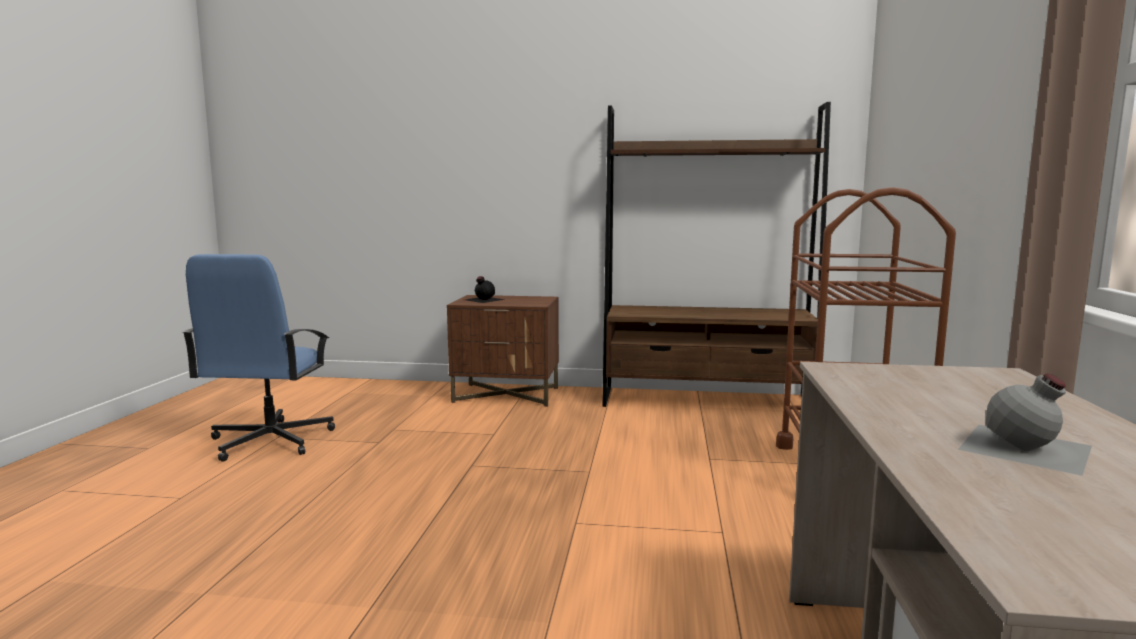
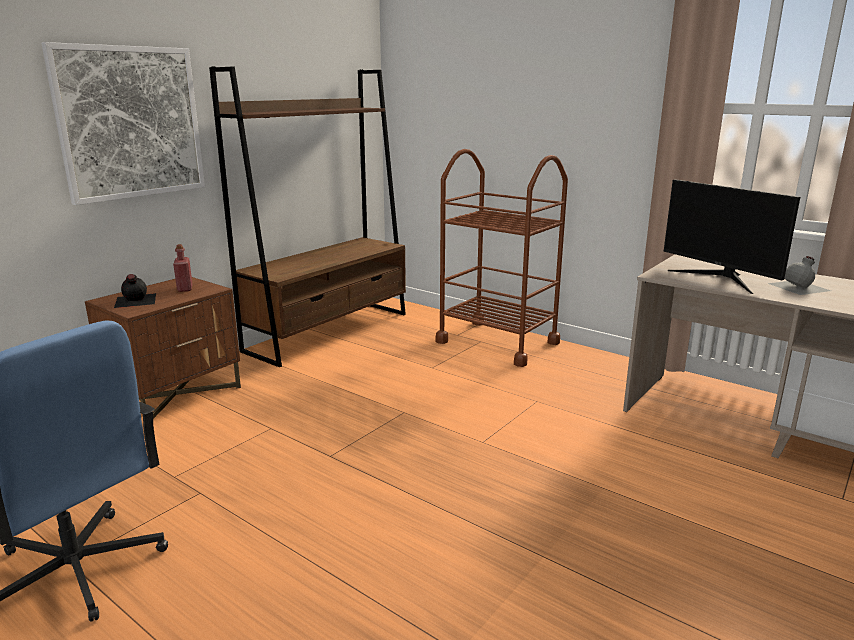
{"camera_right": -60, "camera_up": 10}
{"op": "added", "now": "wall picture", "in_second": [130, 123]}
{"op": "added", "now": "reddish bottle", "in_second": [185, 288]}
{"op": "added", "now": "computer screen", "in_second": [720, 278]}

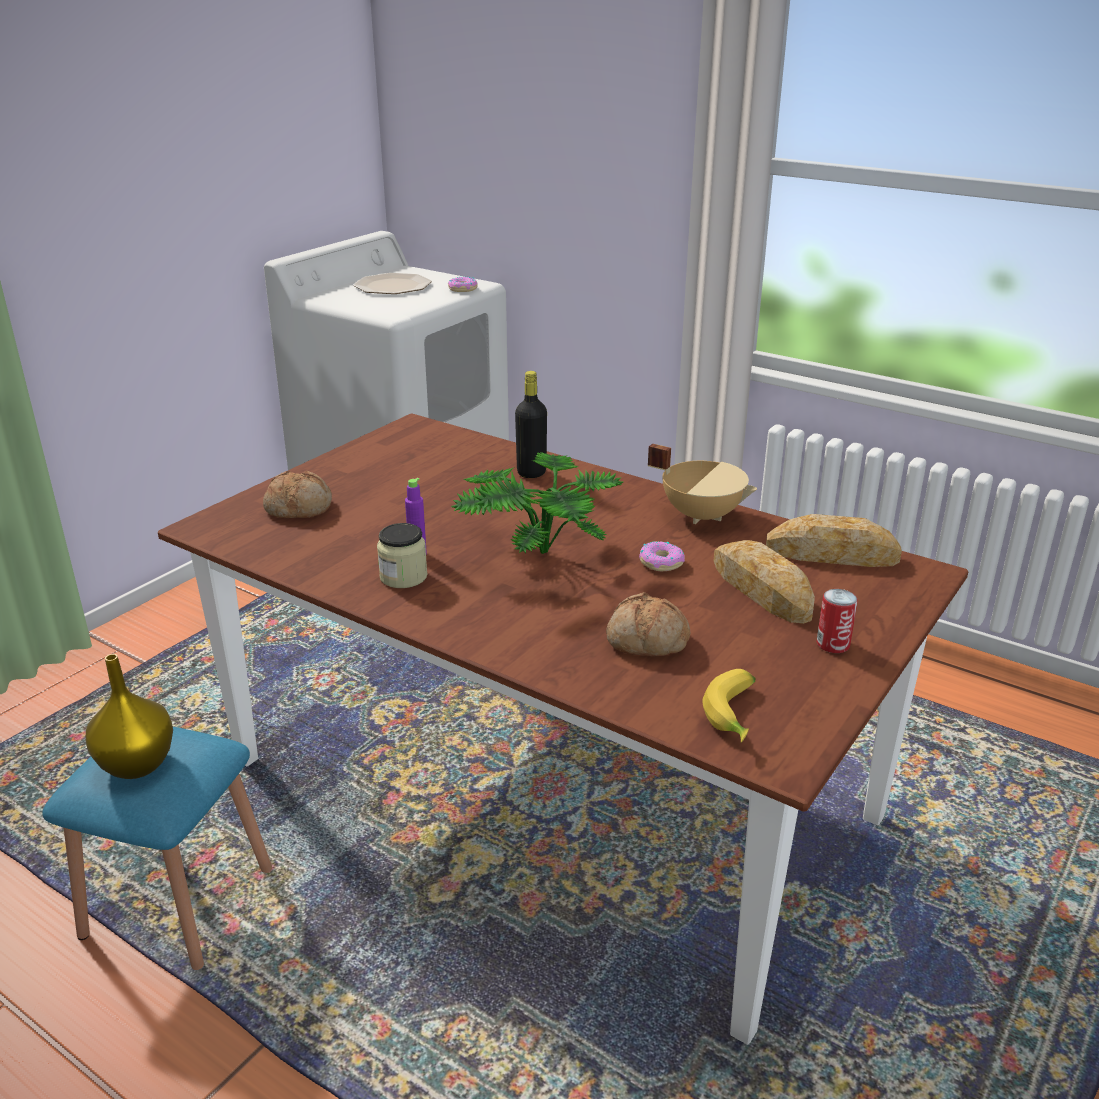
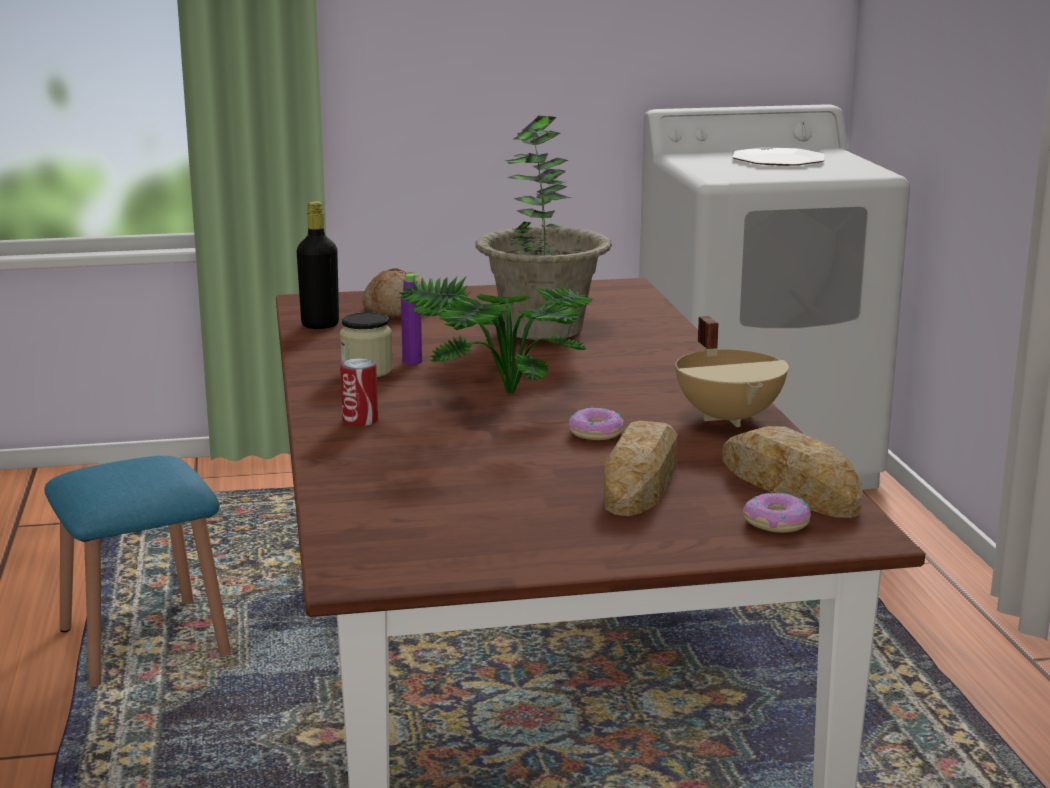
{"camera_right": 45, "camera_up": -10}
{"op": "removed", "was": "yellow decorative vase", "in_first": [135, 765]}
{"op": "removed", "was": "baked bread", "in_first": [646, 641]}
{"op": "removed", "was": "whole banana", "in_first": [737, 715]}
{"op": "added", "now": "potted plant", "in_second": [542, 329]}
{"op": "moved", "was": "donut", "in_first": [462, 289], "in_second": [776, 522]}
{"op": "moved", "was": "black-coloured bottle", "in_first": [531, 472], "in_second": [320, 325]}
{"op": "moved", "was": "metal can", "in_first": [833, 644], "in_second": [360, 420]}

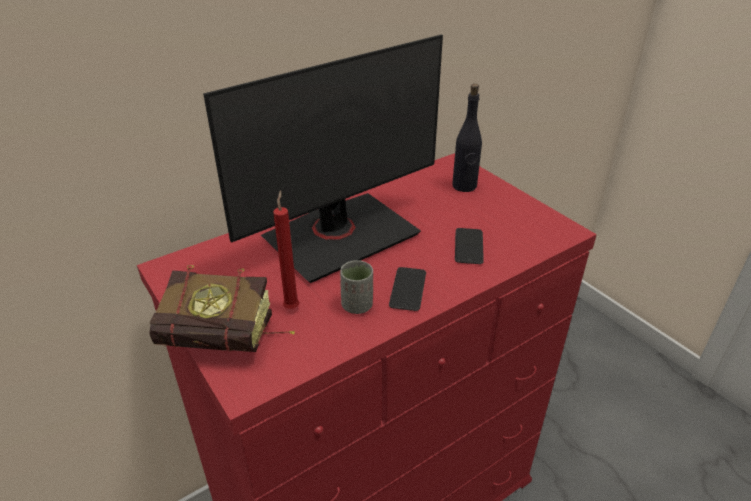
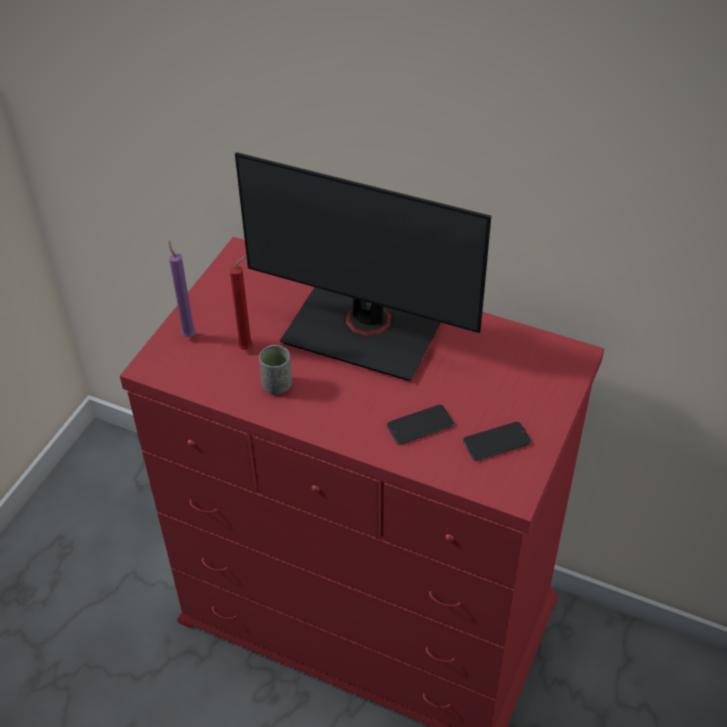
{"camera_right": 60, "camera_up": 10}
{"op": "removed", "was": "black-coloured bottle", "in_first": [464, 186]}
{"op": "moved", "was": "telephone", "in_first": [408, 289], "in_second": [496, 442]}
{"op": "replaced", "was": "bound book", "now": "purple-coloured wax candle", "in_first": [230, 341], "in_second": [188, 334]}

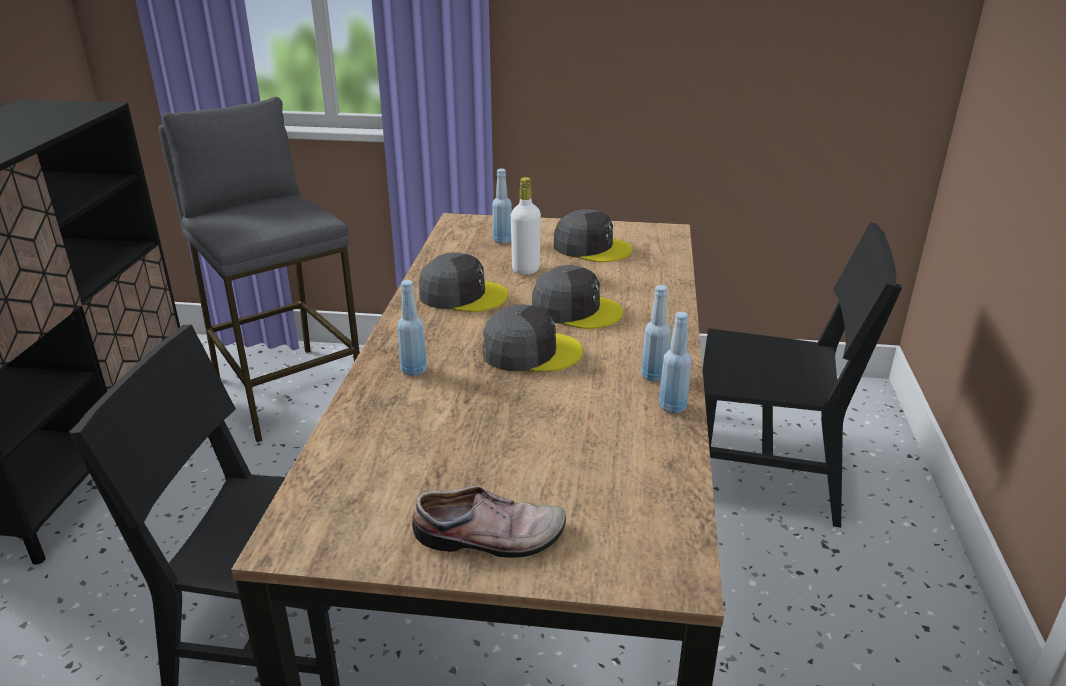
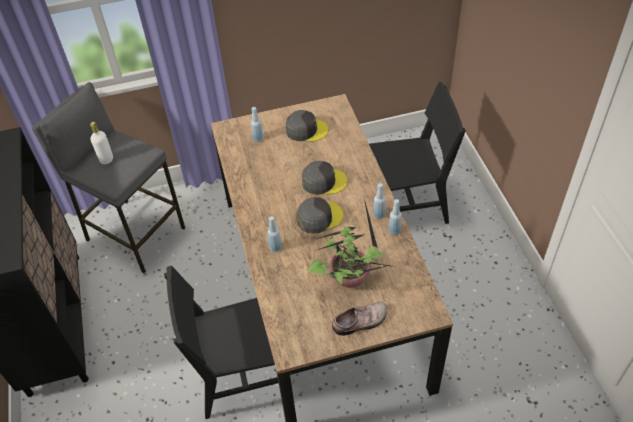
{"camera_right": -20, "camera_up": 20}
{"op": "removed", "was": "greyish cap", "in_first": [462, 295]}
{"op": "added", "now": "potted plant", "in_second": [350, 276]}
{"op": "moved", "was": "white-coloured bottle", "in_first": [525, 270], "in_second": [106, 159]}

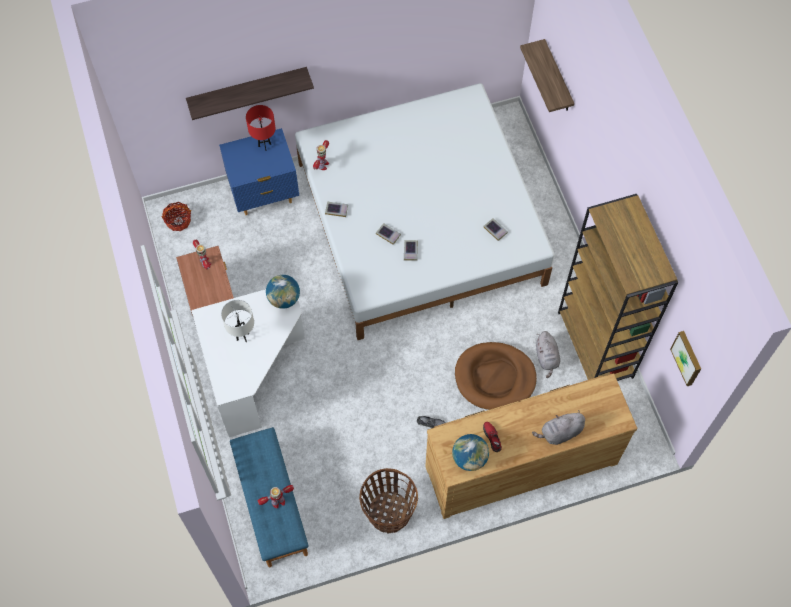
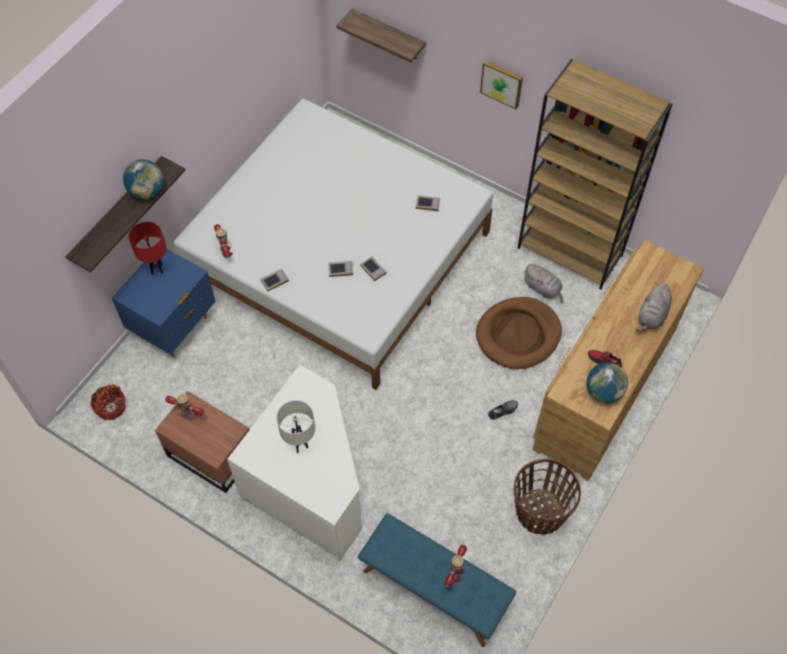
{"camera_right": -40, "camera_up": -5}
{"op": "moved", "was": "world globe", "in_first": [284, 299], "in_second": [147, 191]}
{"op": "moved", "was": "wall picture", "in_first": [687, 358], "in_second": [502, 83]}

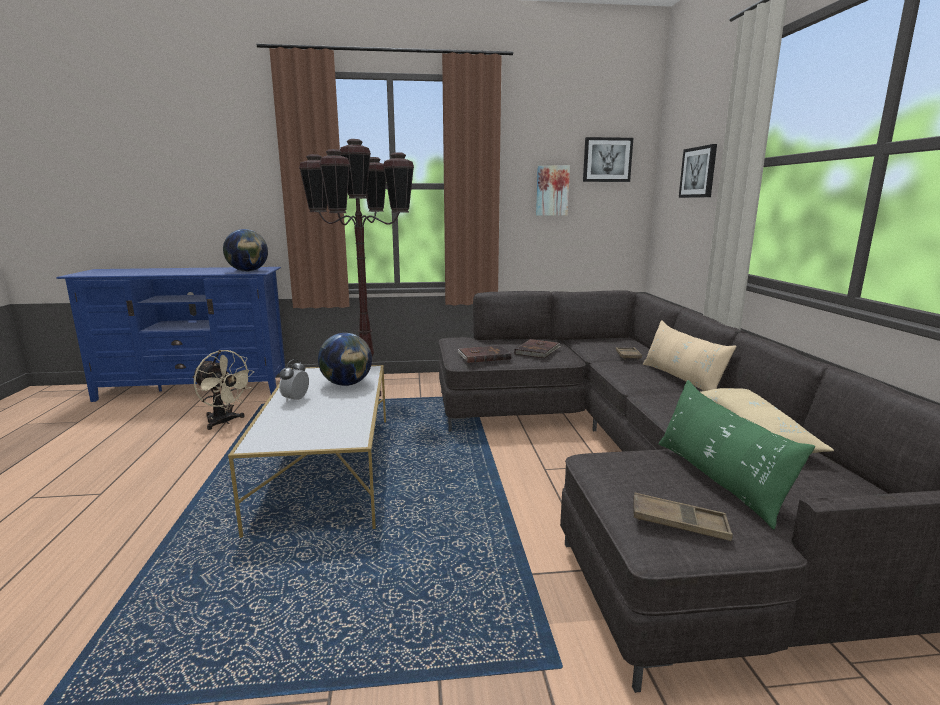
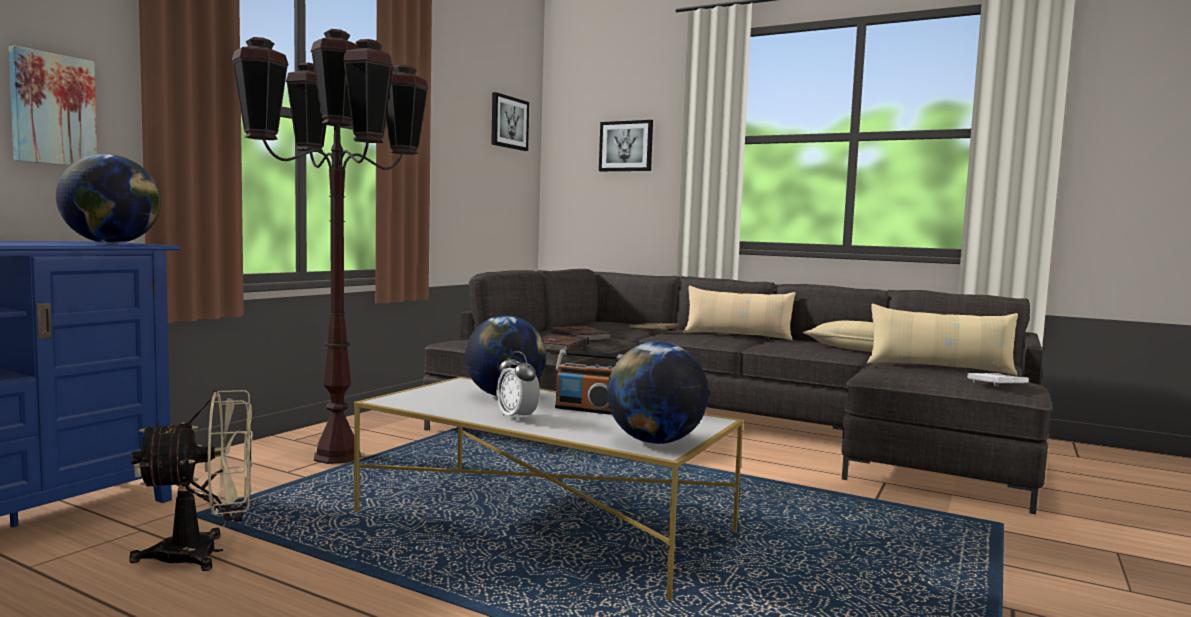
{"camera_right": -55, "camera_up": -10}
{"op": "added", "now": "radio", "in_second": [587, 409]}
{"op": "added", "now": "world globe", "in_second": [655, 442]}
{"op": "moved", "was": "wall picture", "in_first": [552, 190], "in_second": [52, 109]}
{"op": "recoloured", "was": "brown-coloured carrying tray", "now": "white-coloured carrying tray", "in_first": [679, 523], "in_second": [997, 384]}
{"op": "recoloured", "was": "greenish throw pillow", "now": "sand-coloured throw pillow", "in_first": [717, 479], "in_second": [939, 368]}

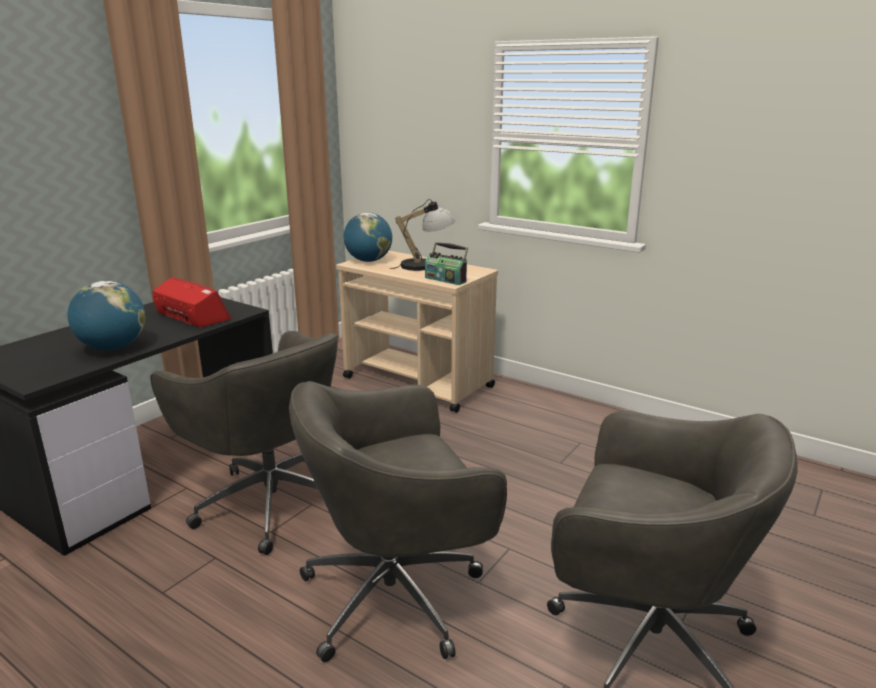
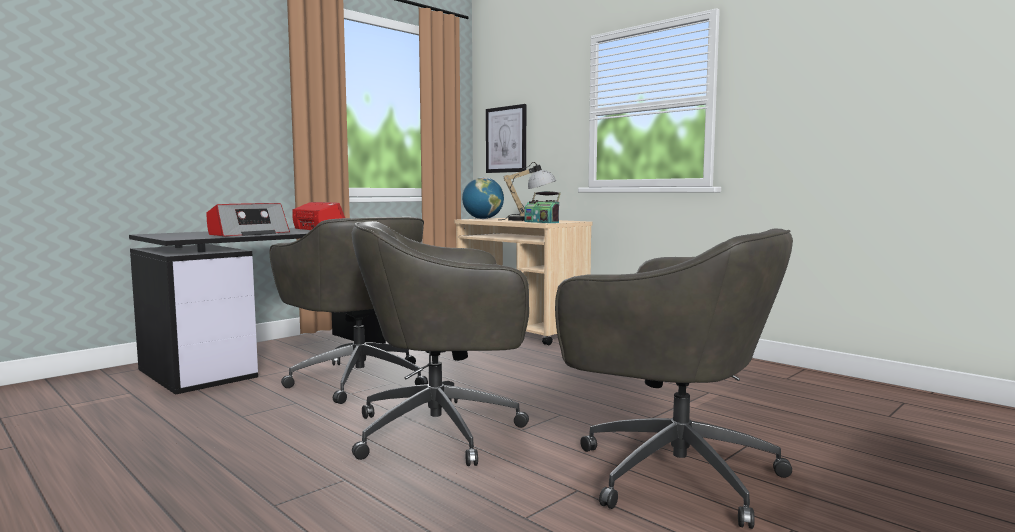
{"camera_right": 10, "camera_up": -15}
{"op": "added", "now": "wall picture", "in_second": [506, 139]}
{"op": "replaced", "was": "world globe", "now": "radio", "in_first": [113, 348], "in_second": [248, 234]}

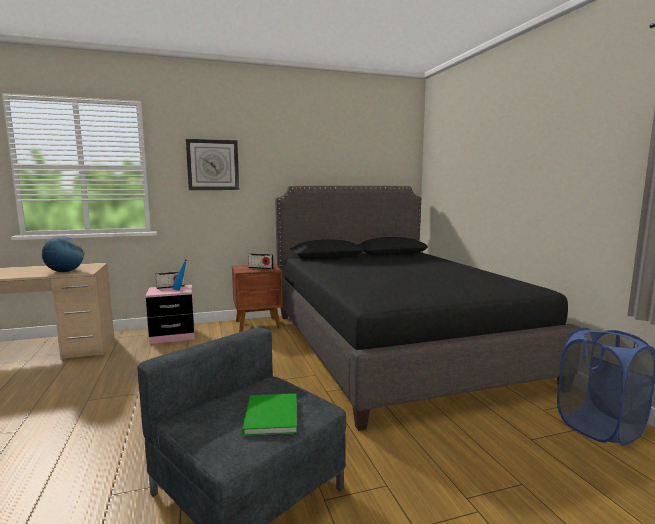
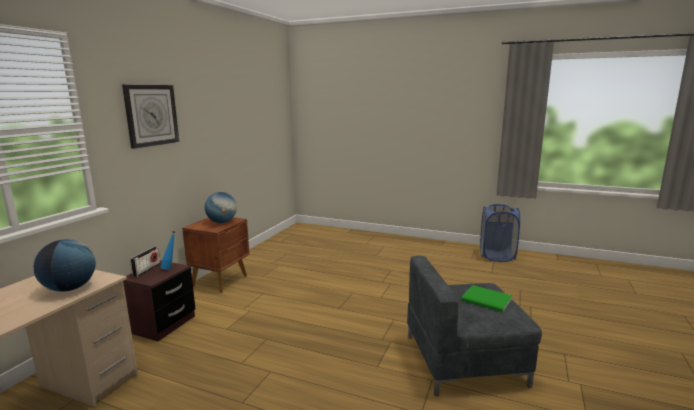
{"camera_right": -50, "camera_up": 5}
{"op": "removed", "was": "black-coloured bedroom bed", "in_first": [393, 346]}
{"op": "replaced", "was": "radio", "now": "world globe", "in_first": [260, 268], "in_second": [222, 222]}
{"op": "recoloured", "was": "pinkish night table", "now": "brown-coloured night table", "in_first": [173, 336], "in_second": [163, 324]}

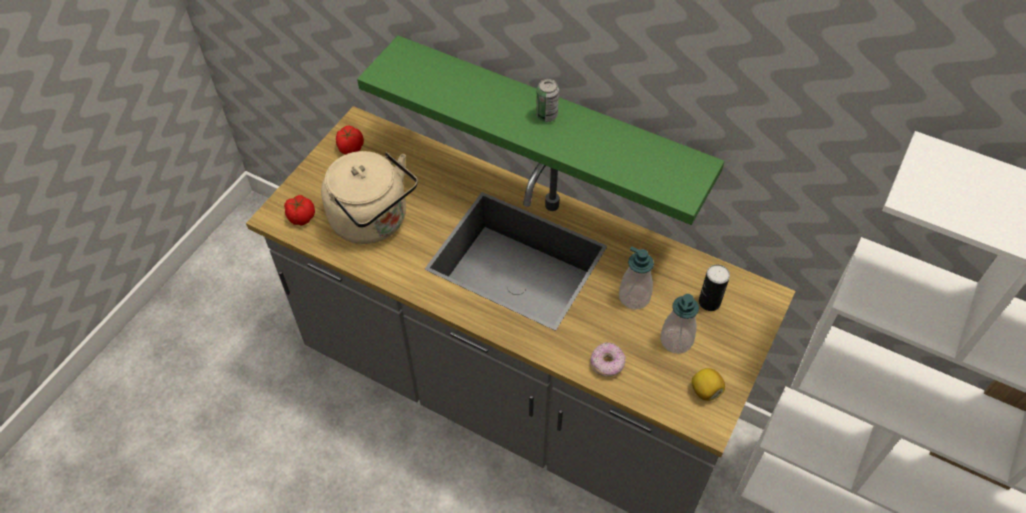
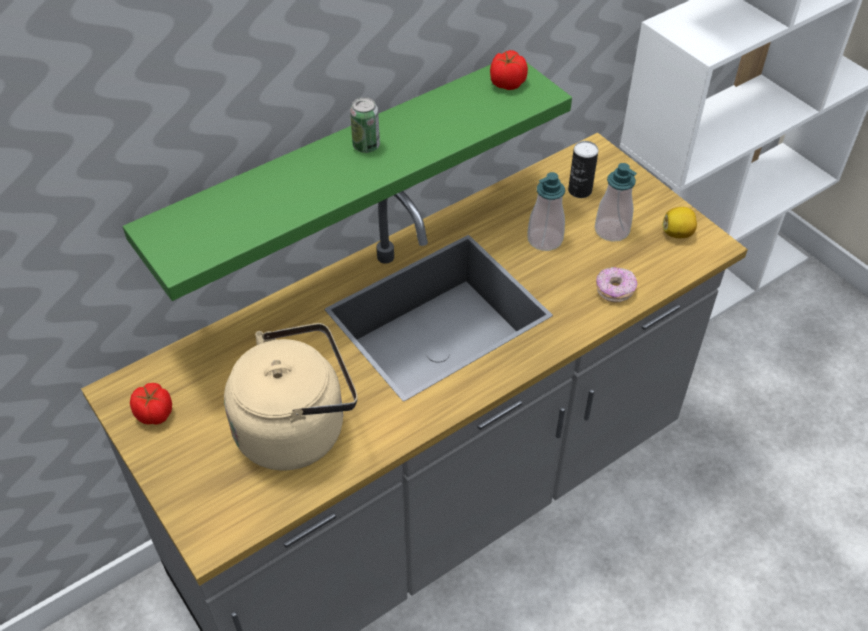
{"camera_right": -65, "camera_up": -5}
{"op": "moved", "was": "tomato", "in_first": [301, 217], "in_second": [506, 83]}

